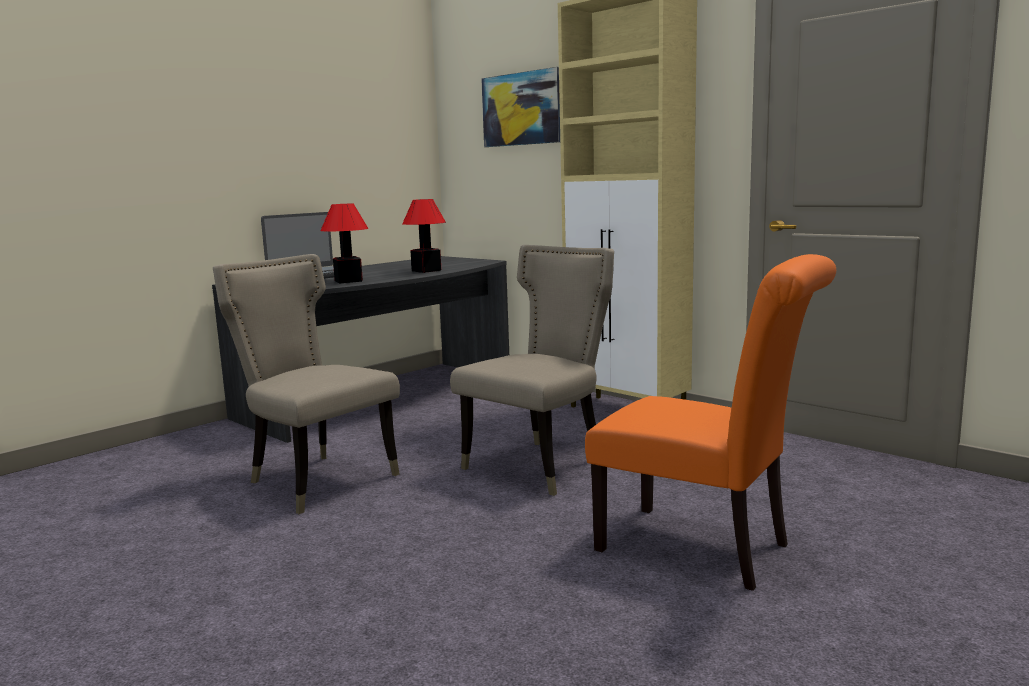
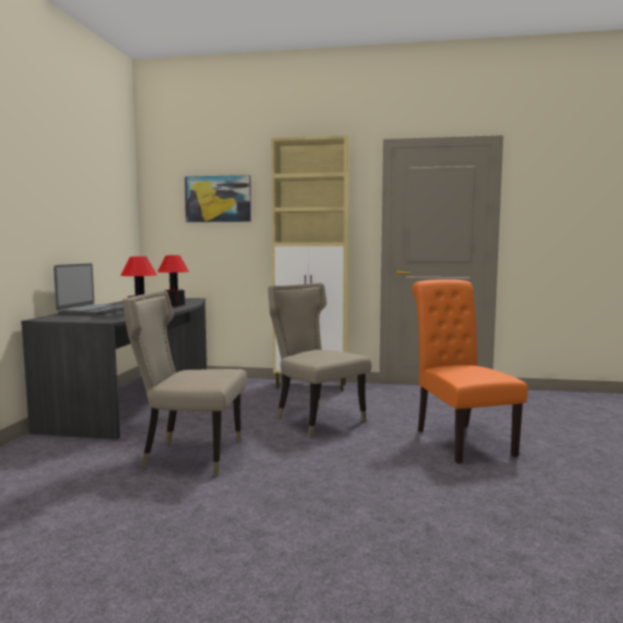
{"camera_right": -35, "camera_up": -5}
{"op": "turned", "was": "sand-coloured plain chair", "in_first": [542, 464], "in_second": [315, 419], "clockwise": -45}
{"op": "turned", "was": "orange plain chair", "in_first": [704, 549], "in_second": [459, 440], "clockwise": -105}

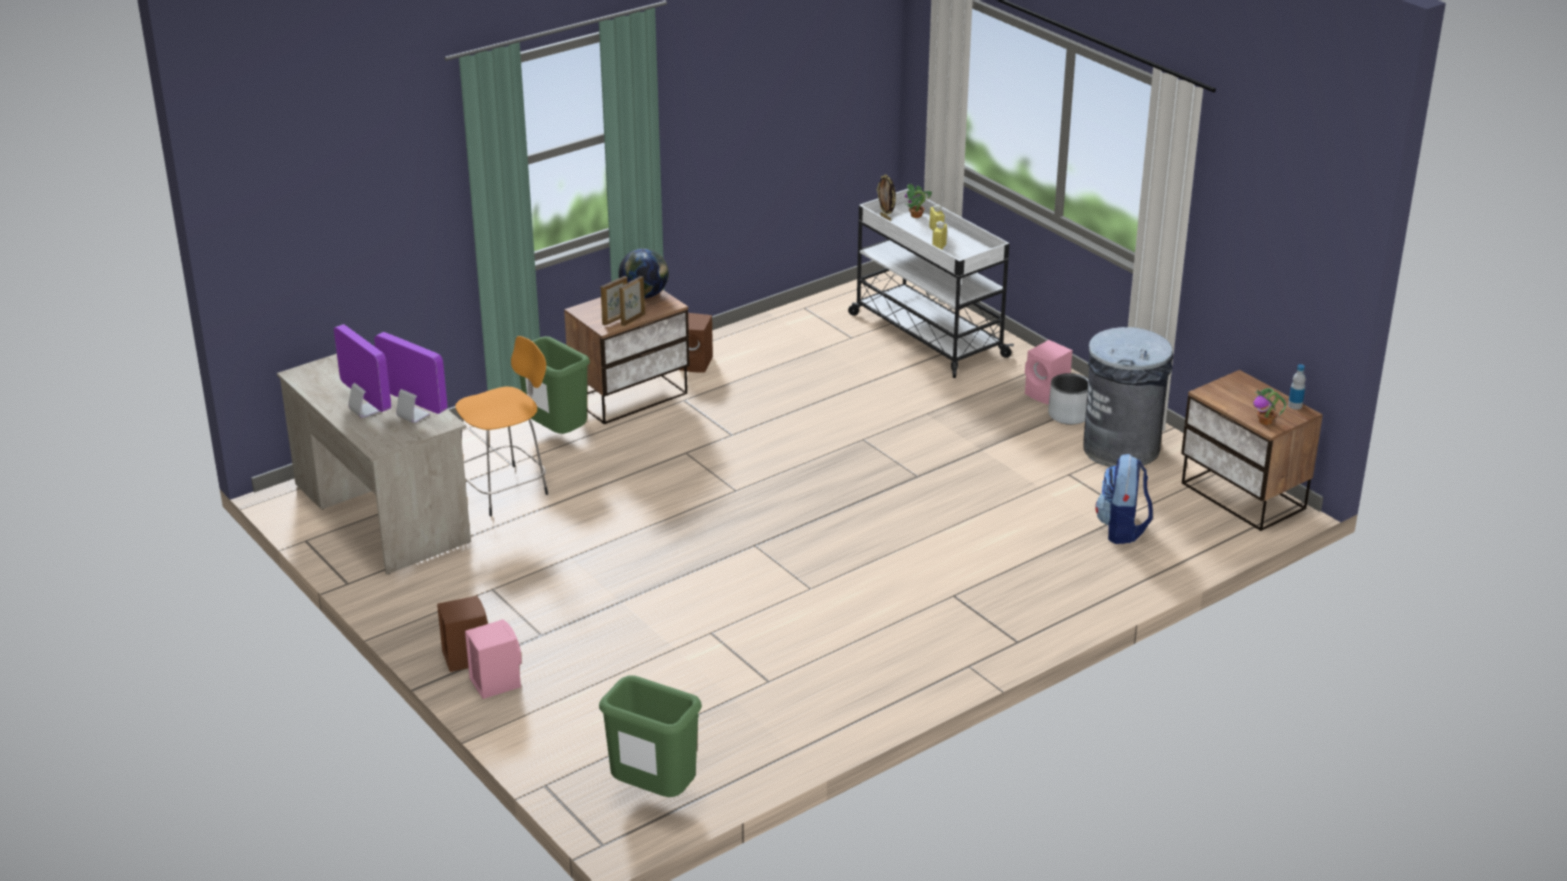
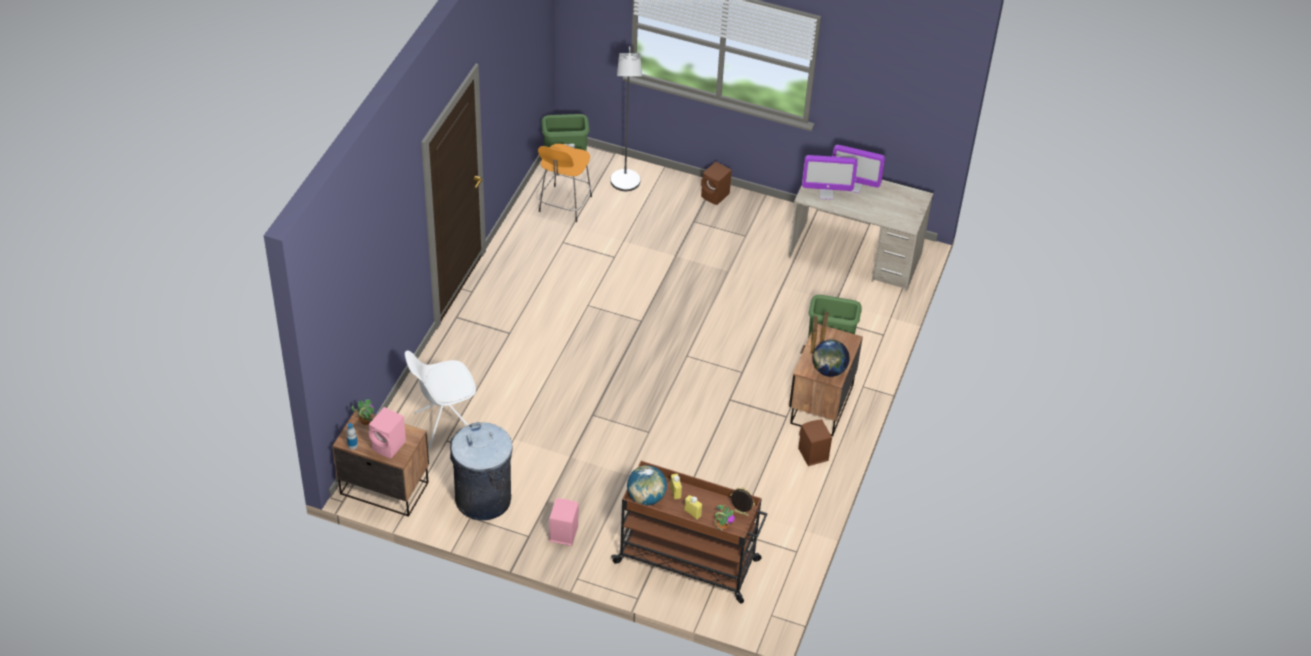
{"camera_right": 145, "camera_up": 15}
{"op": "removed", "was": "greyish plant pot", "in_first": [1069, 415]}
{"op": "added", "now": "greyish floor lamp", "in_second": [625, 185]}
{"op": "added", "now": "world globe", "in_second": [646, 497]}
{"op": "moved", "was": "orange sitting stool", "in_first": [505, 489], "in_second": [564, 205]}
{"op": "moved", "was": "pinkish audio speaker", "in_first": [495, 682], "in_second": [389, 446]}
{"op": "replaced", "was": "rucksack", "now": "white-coloured plain chair", "in_first": [1122, 529], "in_second": [444, 424]}
{"op": "recoloured", "was": "white-coloured trolley", "now": "brown-coloured trolley", "in_first": [926, 334], "in_second": [688, 562]}

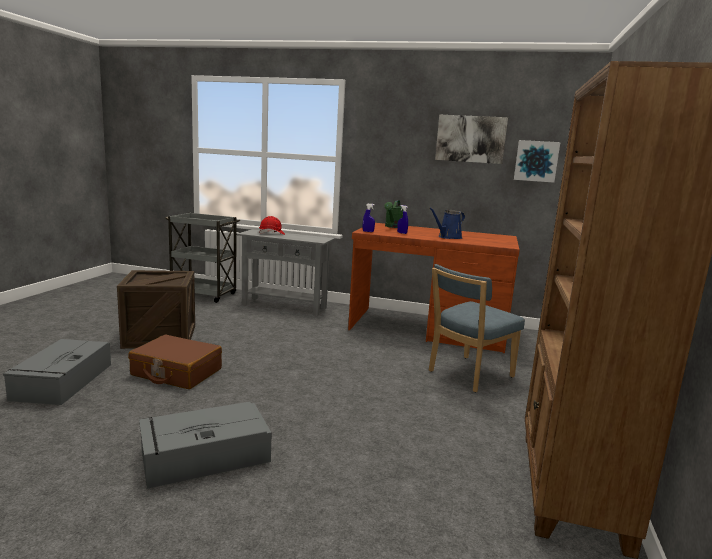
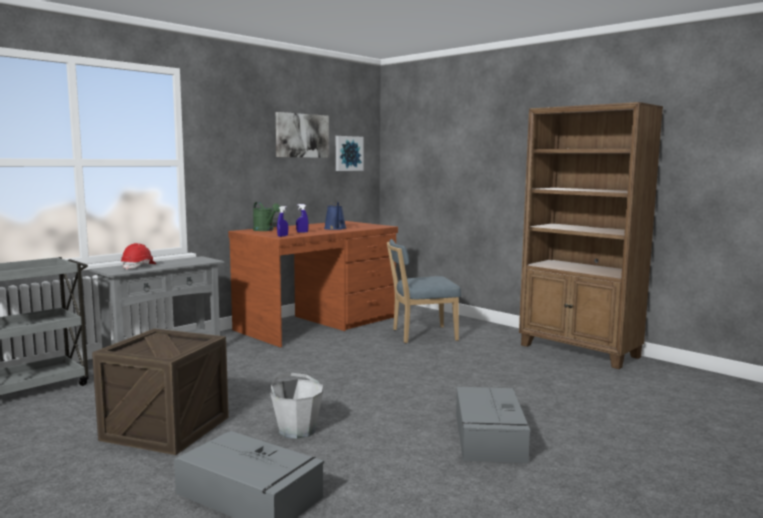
{"camera_right": -60, "camera_up": -5}
{"op": "replaced", "was": "brown-coloured piece of luggage", "now": "greyish pail", "in_first": [176, 372], "in_second": [297, 430]}
{"op": "turned", "was": "bluish plain chair", "in_first": [467, 375], "in_second": [421, 335], "clockwise": 90}

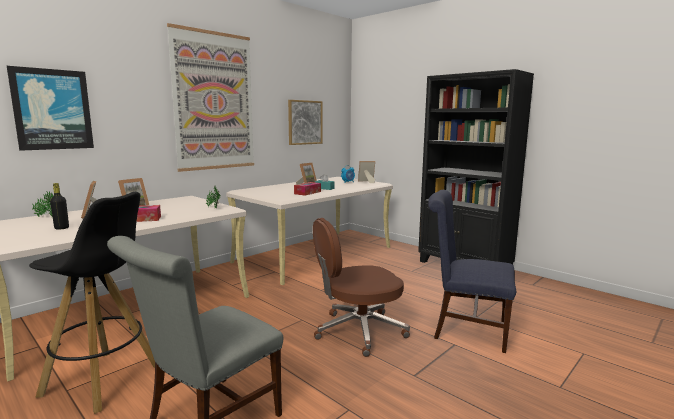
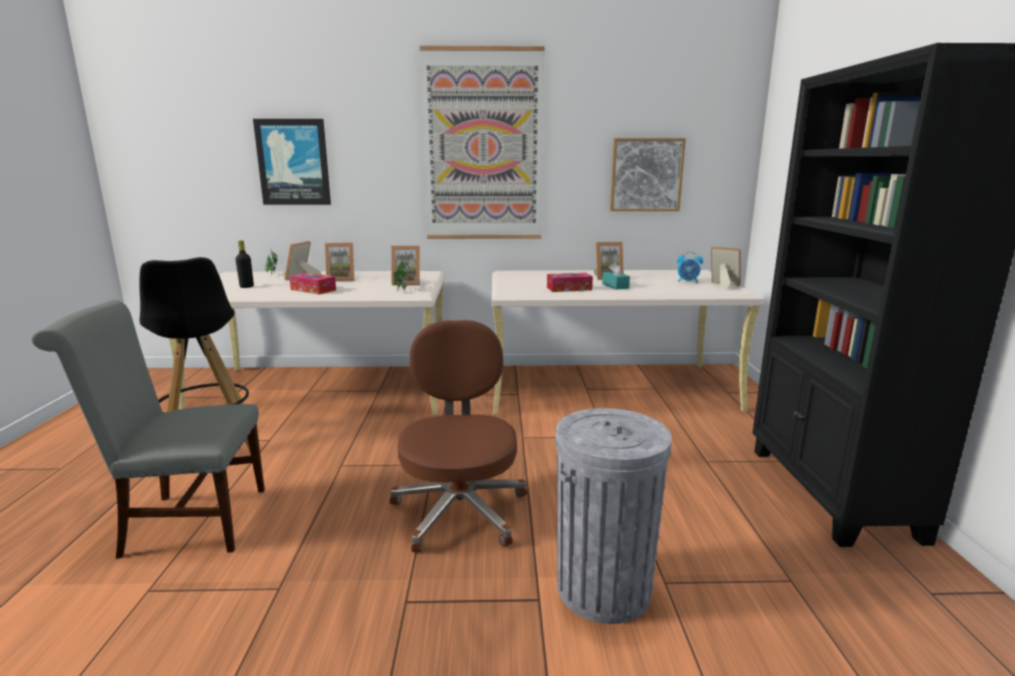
{"camera_right": 45, "camera_up": 5}
{"op": "added", "now": "photo frame", "in_second": [406, 283]}
{"op": "replaced", "was": "bluish plain chair", "now": "greyish rubbish bin", "in_first": [464, 328], "in_second": [603, 588]}
{"op": "turned", "was": "brown-coloured desk chair", "in_first": [358, 331], "in_second": [460, 509], "clockwise": 60}

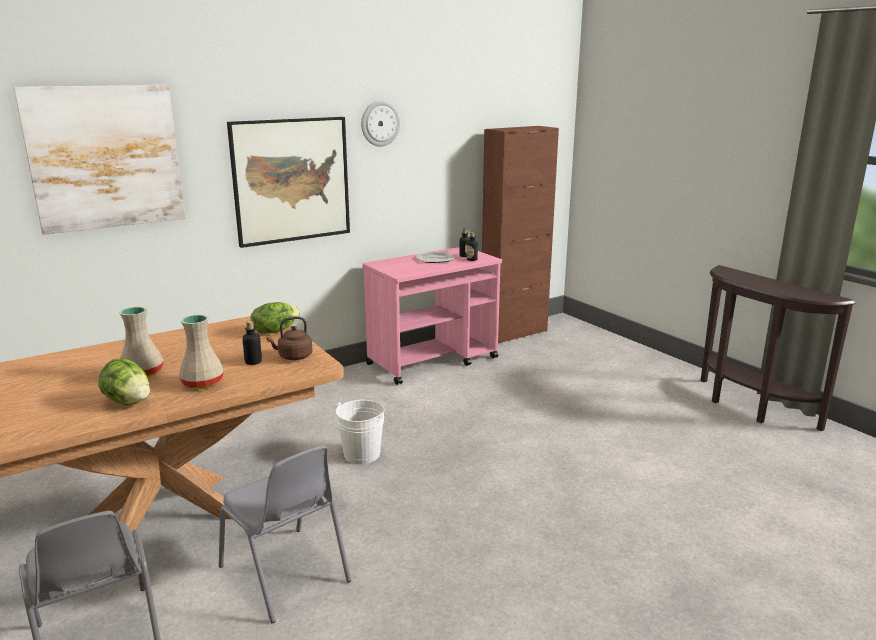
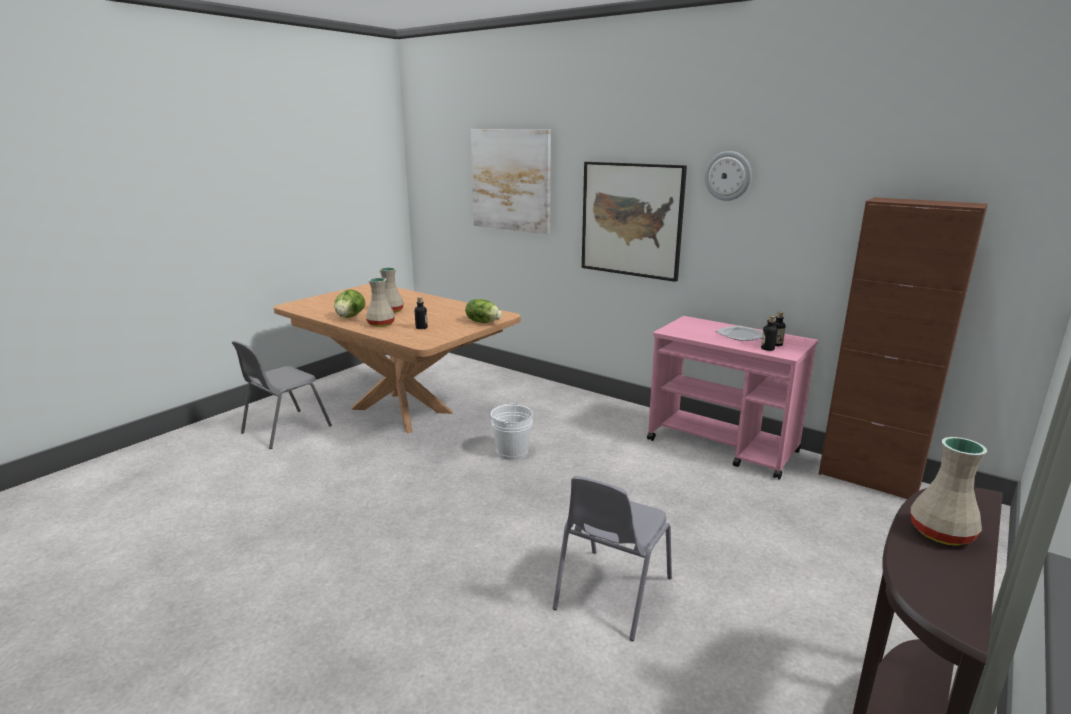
{"camera_right": 70, "camera_up": 0}
{"op": "removed", "was": "brown-coloured kettle", "in_first": [293, 357]}
{"op": "added", "now": "sand-coloured decorative vase", "in_second": [942, 534]}
{"op": "moved", "was": "greyish plain chair", "in_first": [285, 575], "in_second": [611, 593]}

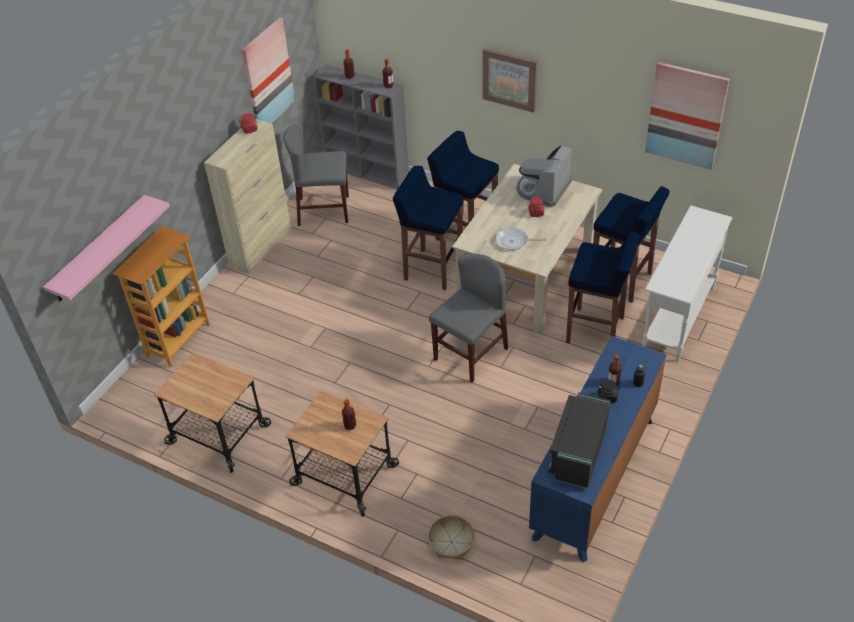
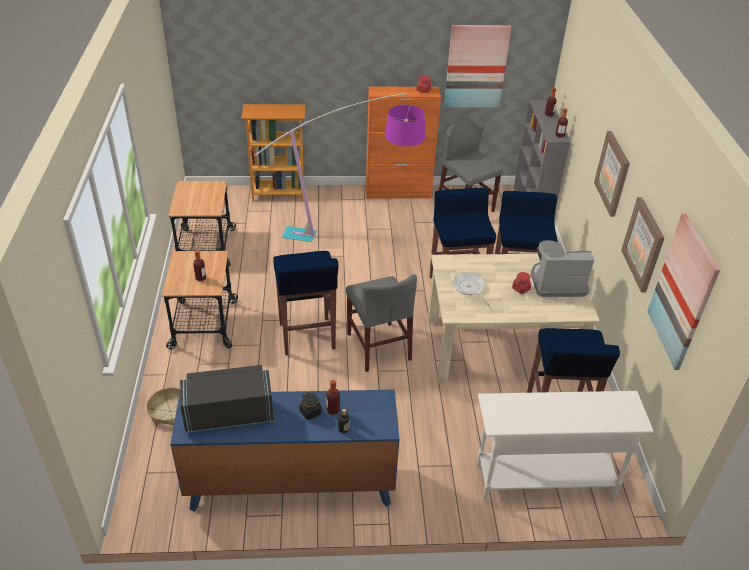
{"camera_right": 55, "camera_up": -5}
{"op": "removed", "was": "pinkish wall shelf", "in_first": [99, 249]}
{"op": "added", "now": "floor lamp", "in_second": [353, 242]}
{"op": "added", "now": "wall picture", "in_second": [644, 244]}
{"op": "moved", "was": "bluish sitting stool", "in_first": [596, 330], "in_second": [307, 337]}
{"op": "recoloured", "was": "sand-coloured storage cabinet", "now": "orange storage cabinet", "in_first": [261, 247], "in_second": [398, 192]}
{"op": "turned", "was": "greyish plain chair", "in_first": [470, 354], "in_second": [378, 346], "clockwise": 60}

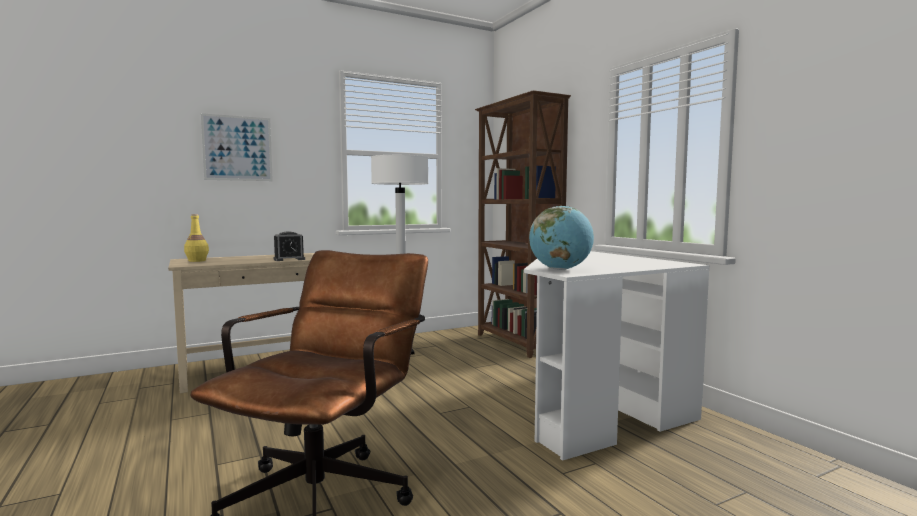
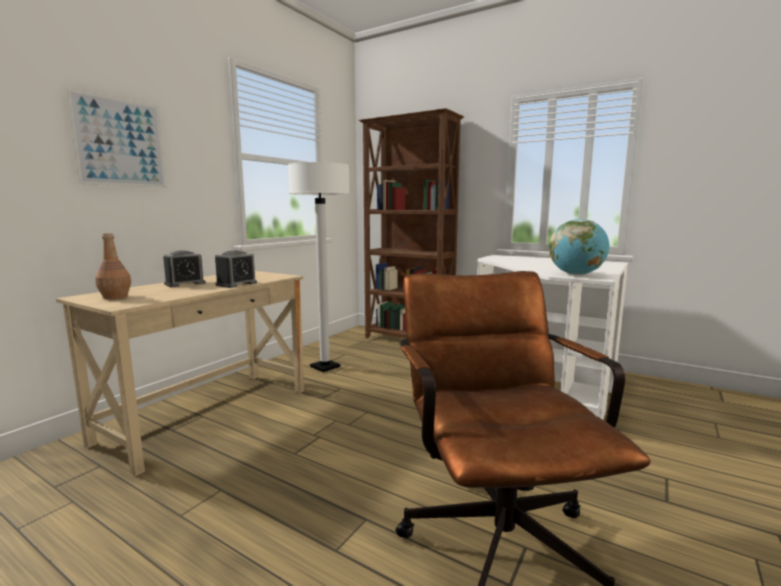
{"camera_right": -30, "camera_up": 5}
{"op": "added", "now": "bedside clock", "in_second": [185, 284]}
{"op": "recoloured", "was": "yellow bottle", "now": "brown-coloured bottle", "in_first": [197, 261], "in_second": [115, 297]}

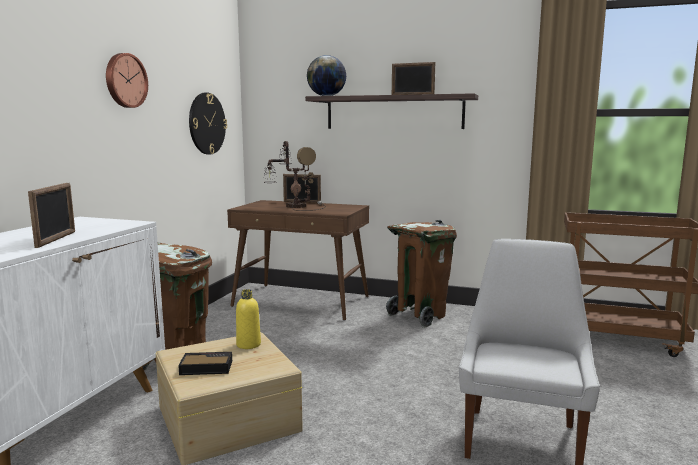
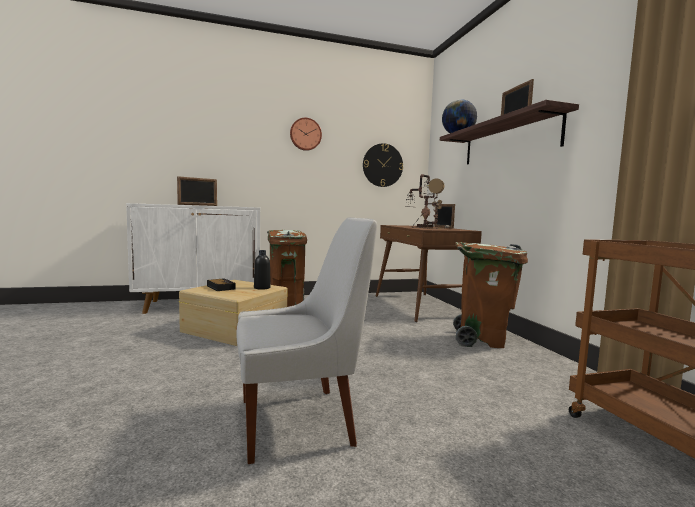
{"camera_right": 55, "camera_up": -5}
{"op": "recoloured", "was": "yellow bottle", "now": "black-coloured bottle", "in_first": [248, 344], "in_second": [262, 288]}

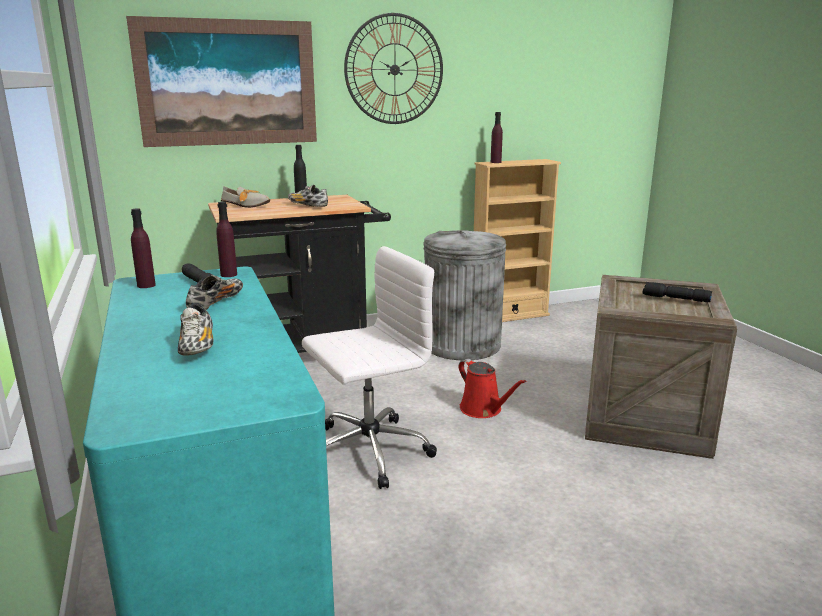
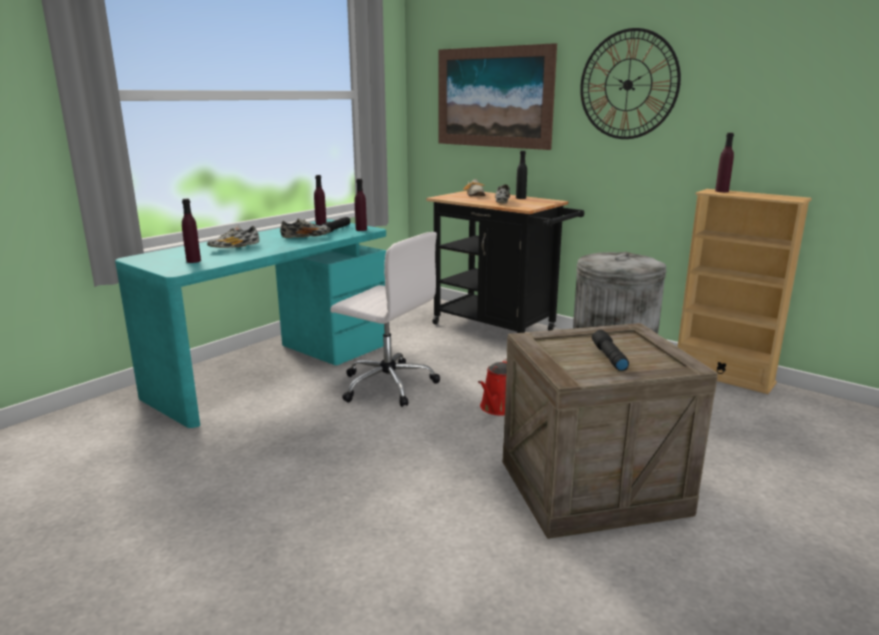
{"camera_right": 60, "camera_up": 0}
{"op": "added", "now": "purple-coloured bottle", "in_second": [193, 261]}

